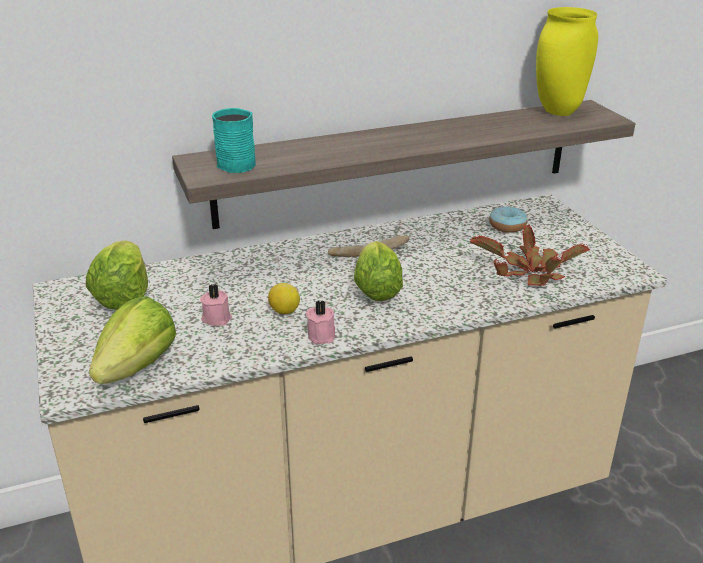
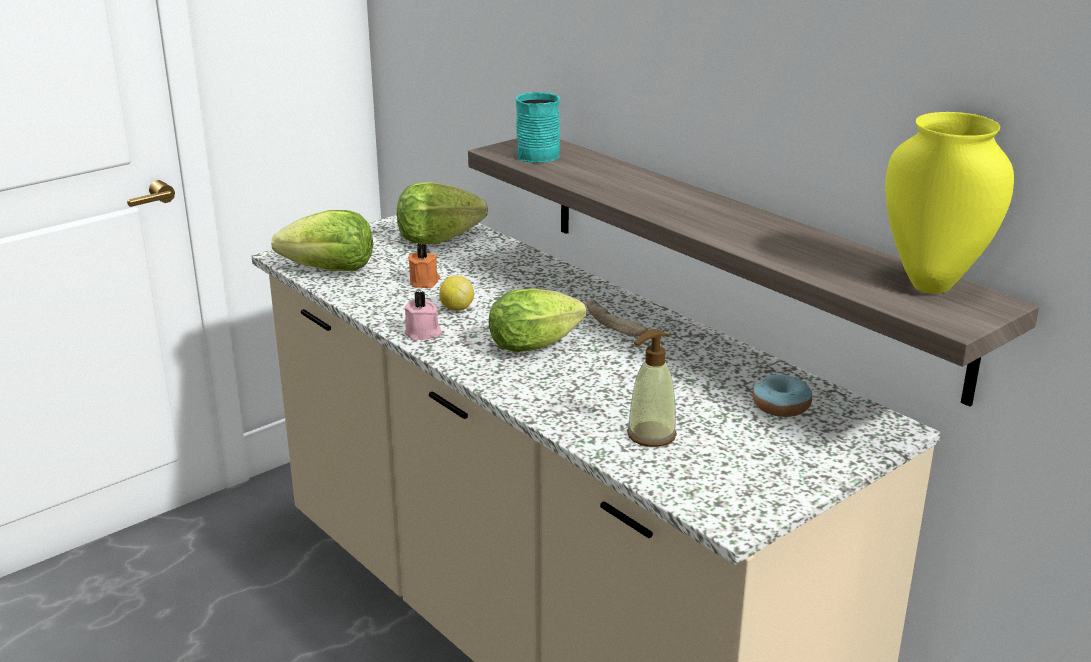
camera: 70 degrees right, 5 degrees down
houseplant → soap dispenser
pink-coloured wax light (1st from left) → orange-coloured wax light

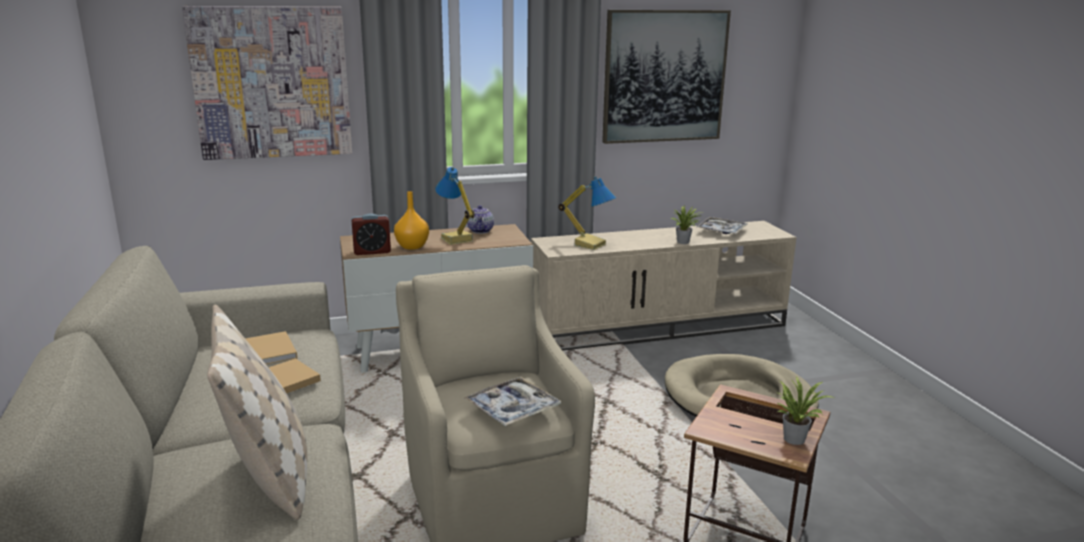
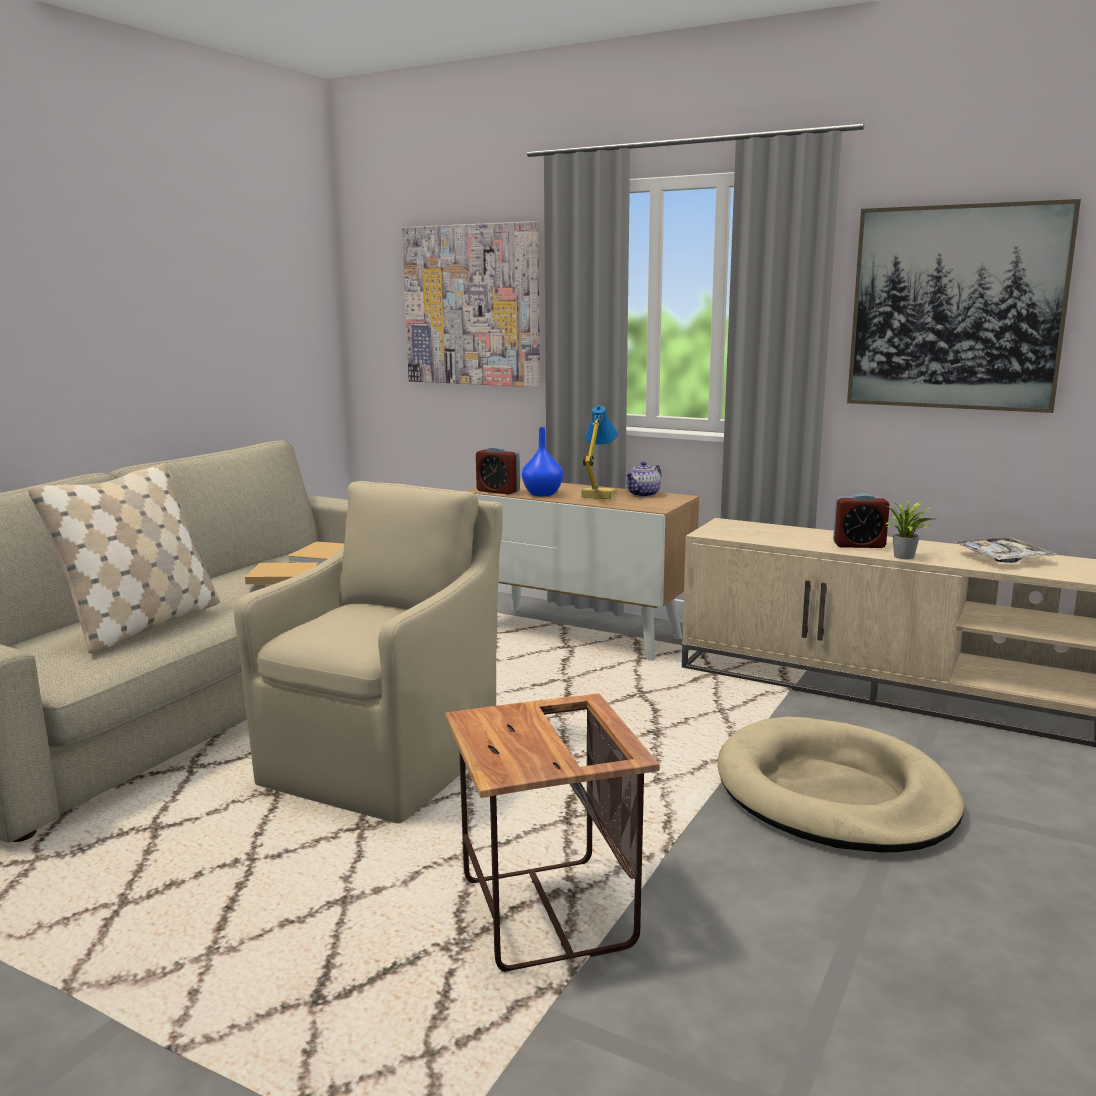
camera: 45 degrees right, 5 degrees down
tabletop lamp (2nd from left) → -
orange-coloured flower vase → blue flower vase
carrying tray (1st from left) → -
houseplant (2nd from left) → -
- → bedside clock (2nd from left)

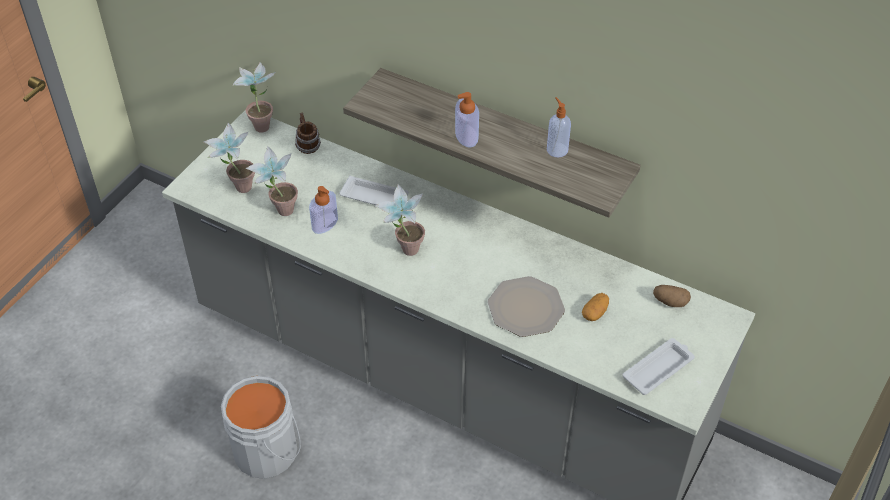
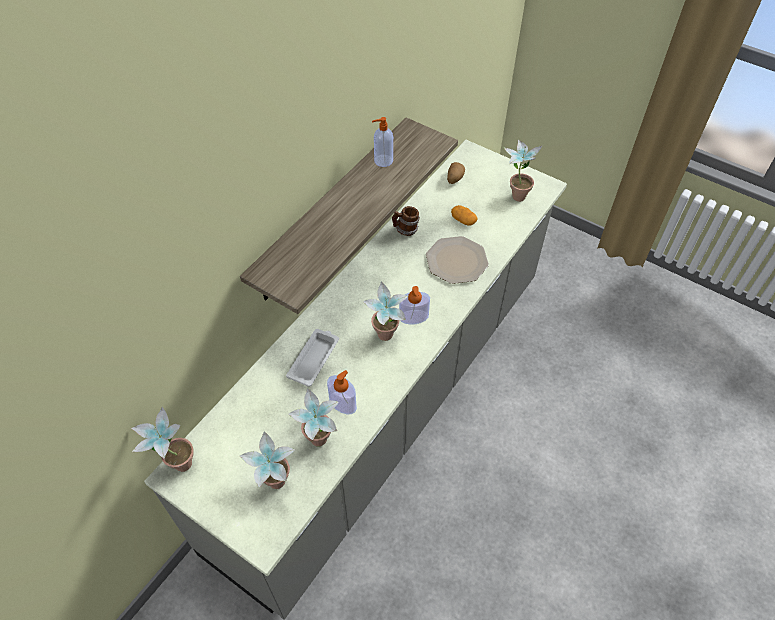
camera: 85 degrees left, 5 degrees up
soap dispenser (2nd from left in the first image) → soap dispenser (3rd from left), moved
coffee mug, moved
whitish carrying tray (2nd from left) → houseplant (5th from left)
grey pail → -

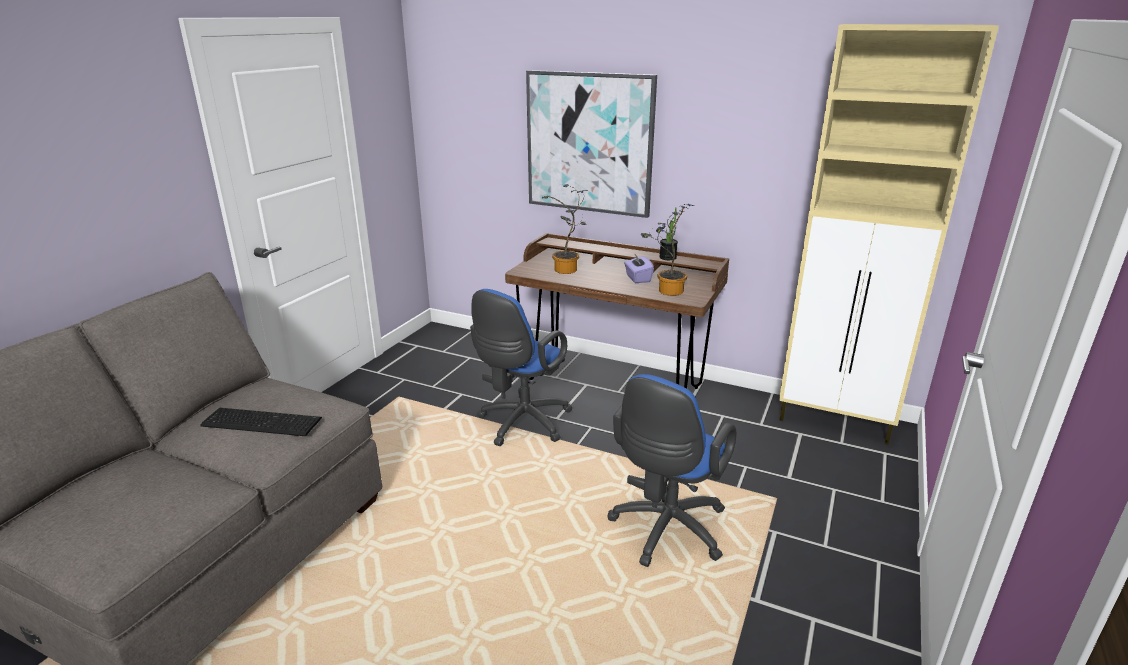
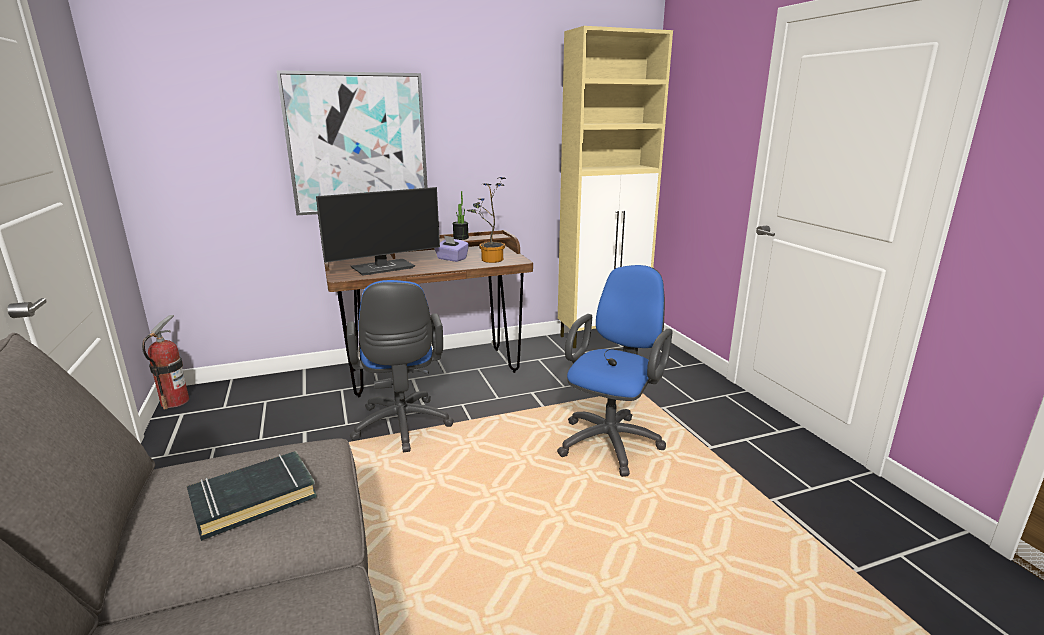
camera: 45 degrees left, 5 degrees down
houseplant (1st from left) → computer screen
blue computer chair (2nd from left), 135 degrees counterclockwise
keyboard → black-coloured volume
- → fire-fighting cylinder

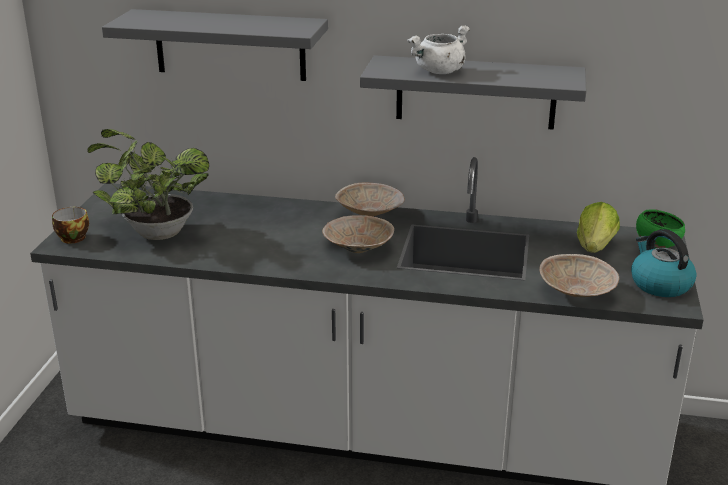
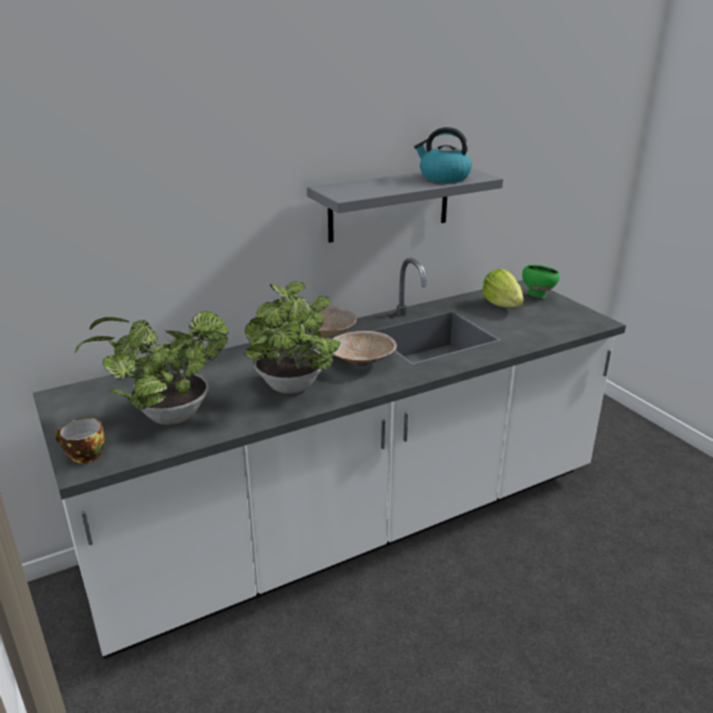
camera: 40 degrees left, 0 degrees up
grey shelf (1st from left) → -
whitish cooking pot → -
tea kettle, moved
beige deep dish (3rd from left) → -
- → houseplant (2nd from left)

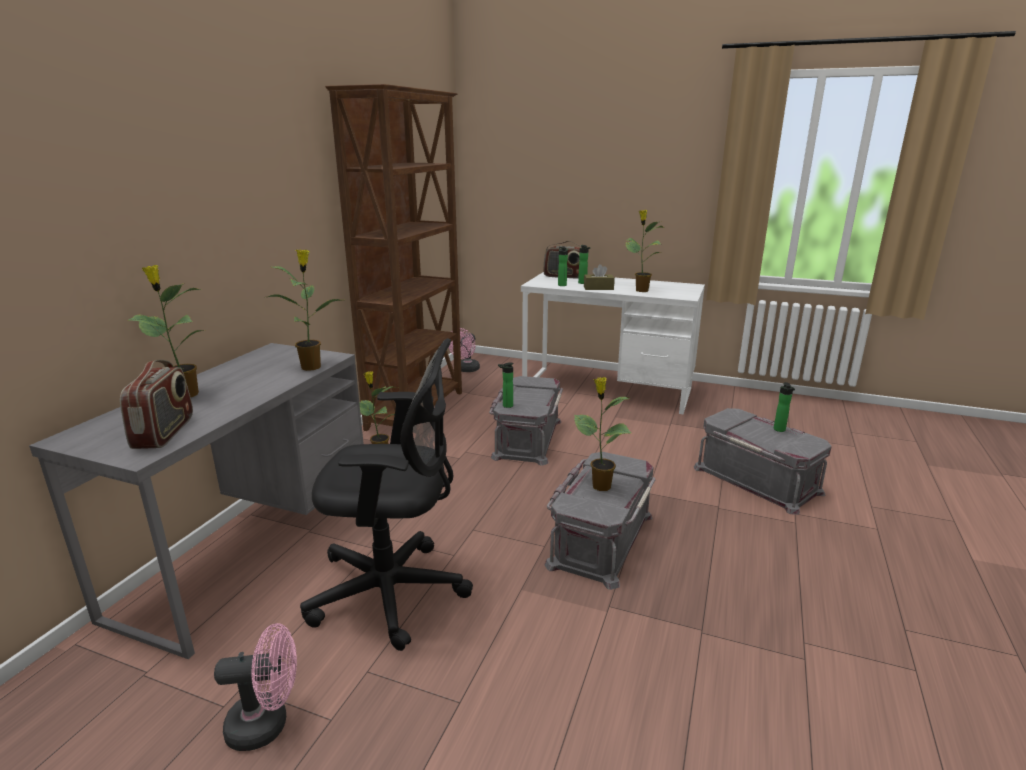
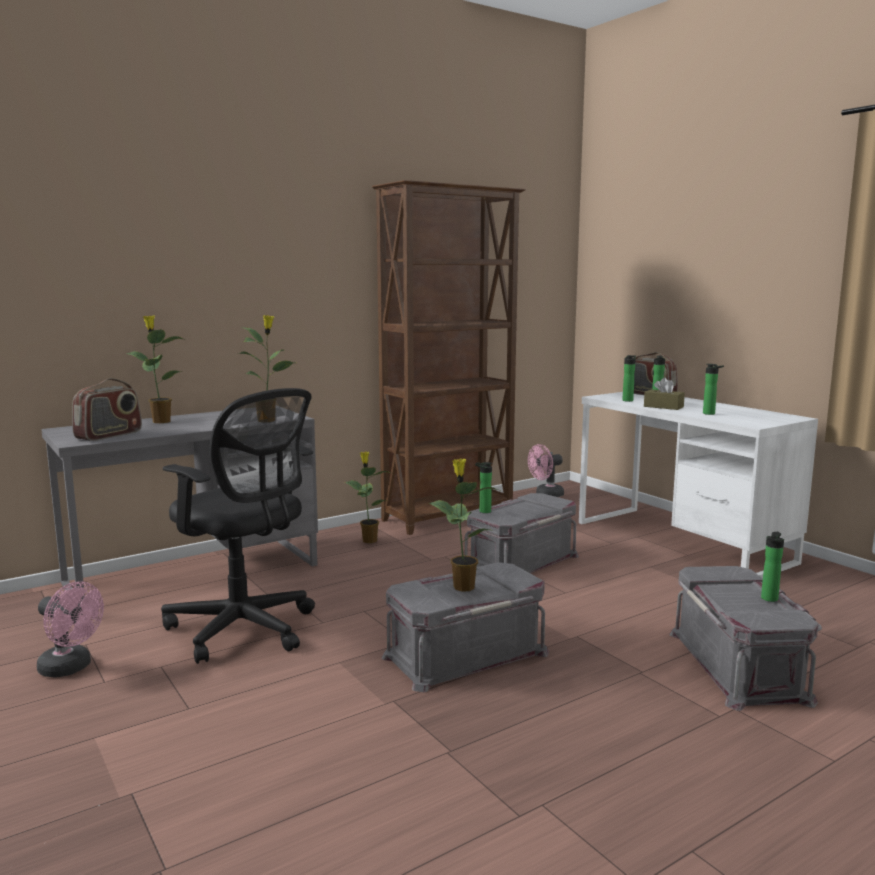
camera: 35 degrees right, 10 degrees down
houseplant (5th from left) → bottle (4th from left)

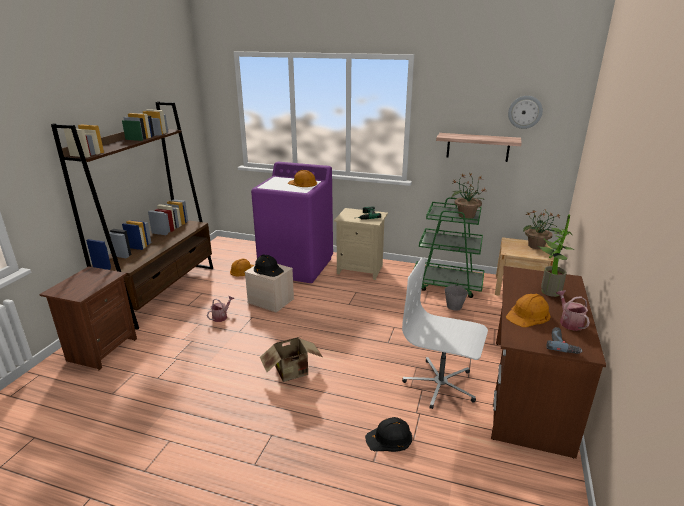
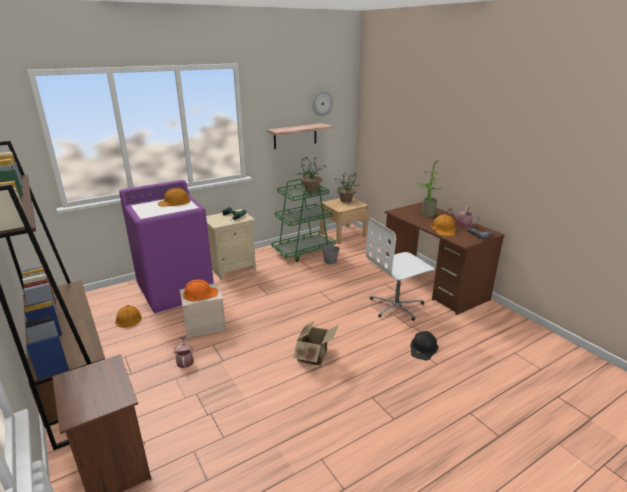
camera: 50 degrees left, 0 degrees up
black-coloured hard hat (1st from left) → orange-coloured hard hat (3rd from left)

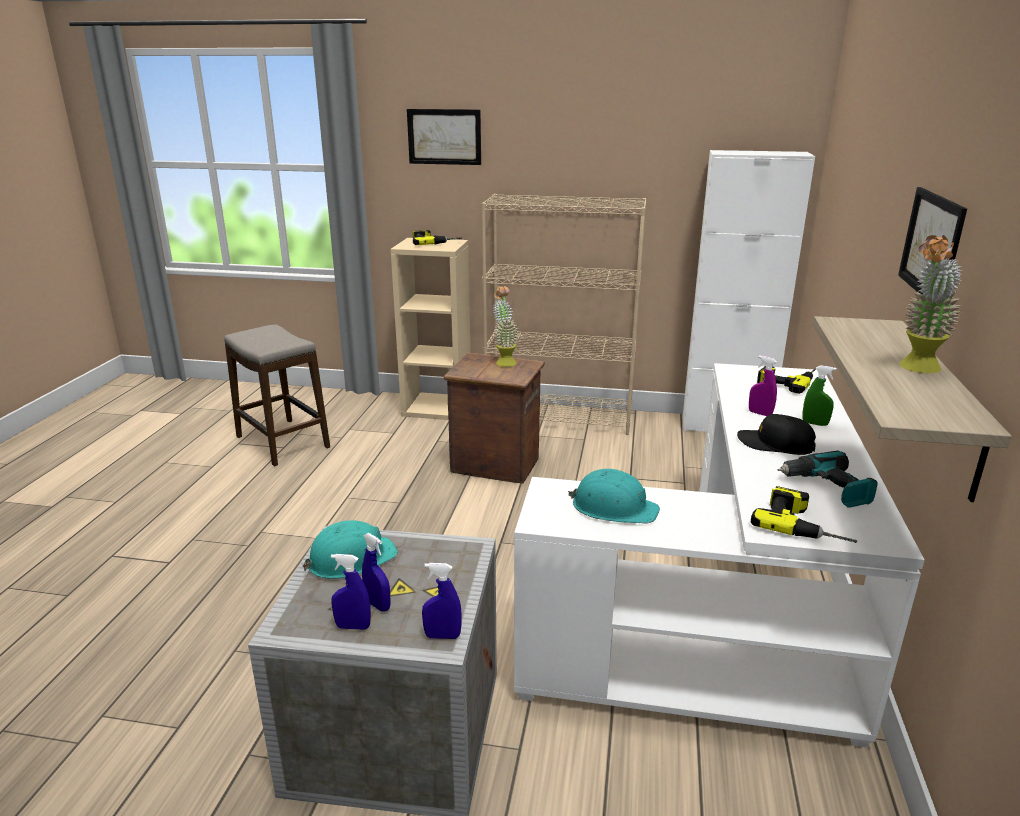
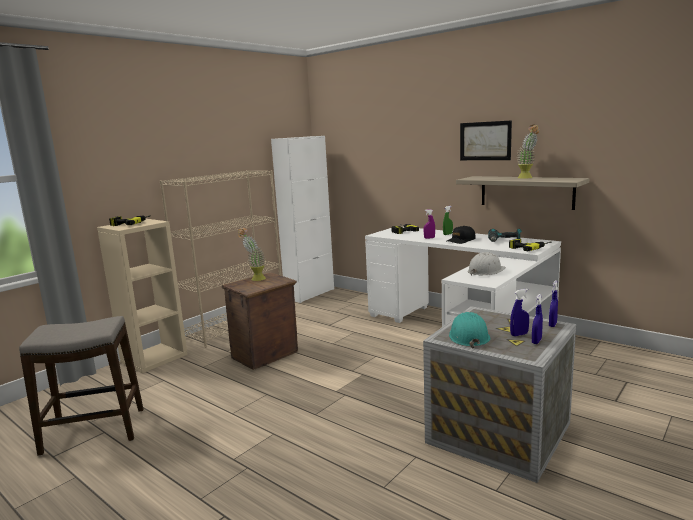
camera: 60 degrees left, 10 degrees down
wall art (1st from left) → -
turquoise hard hat (2nd from left) → whitish hard hat

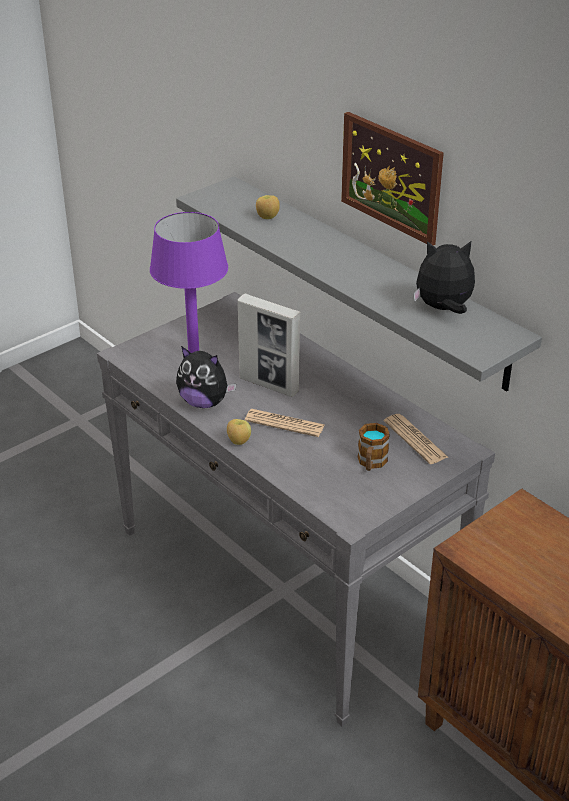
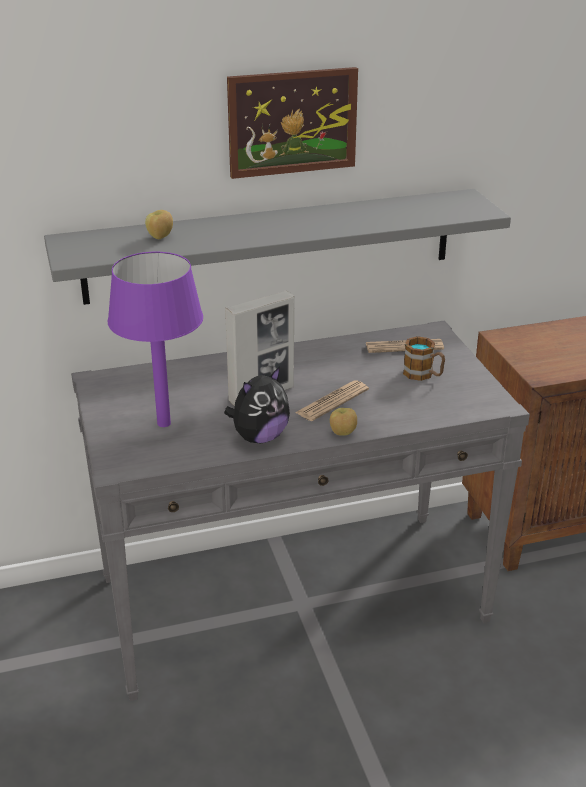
camera: 65 degrees left, 5 degrees down
cuddly toy (2nd from left) → -

